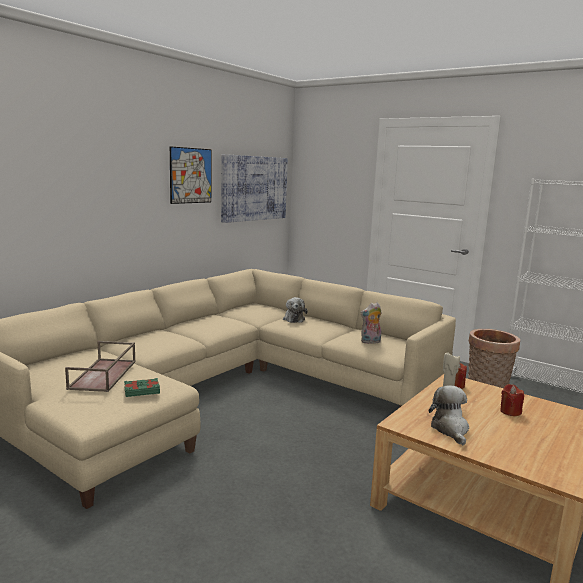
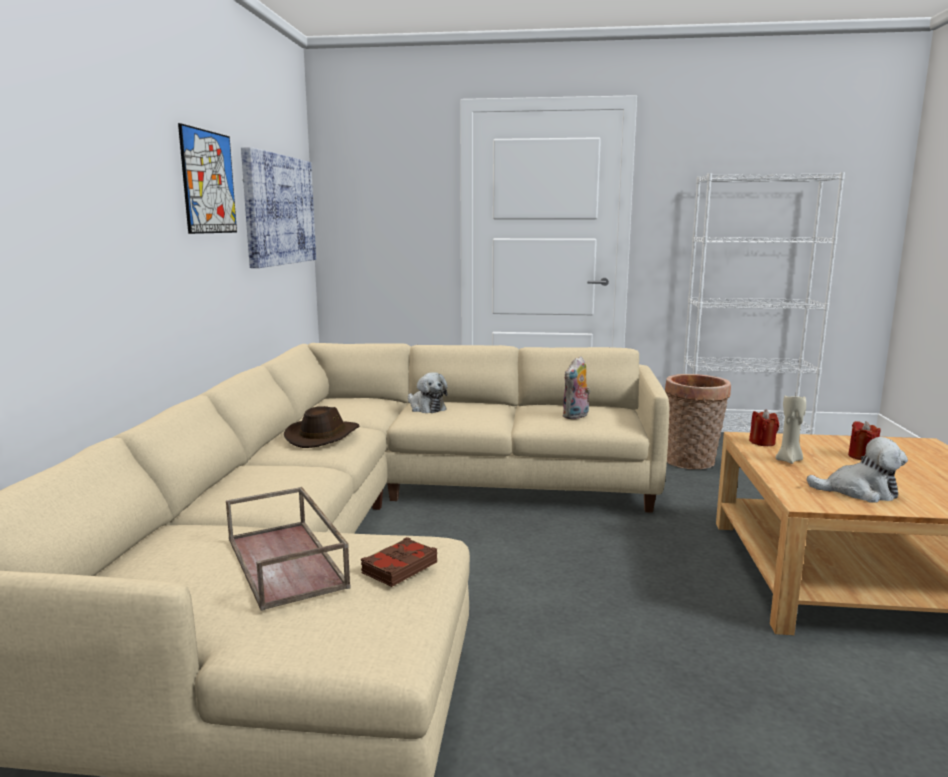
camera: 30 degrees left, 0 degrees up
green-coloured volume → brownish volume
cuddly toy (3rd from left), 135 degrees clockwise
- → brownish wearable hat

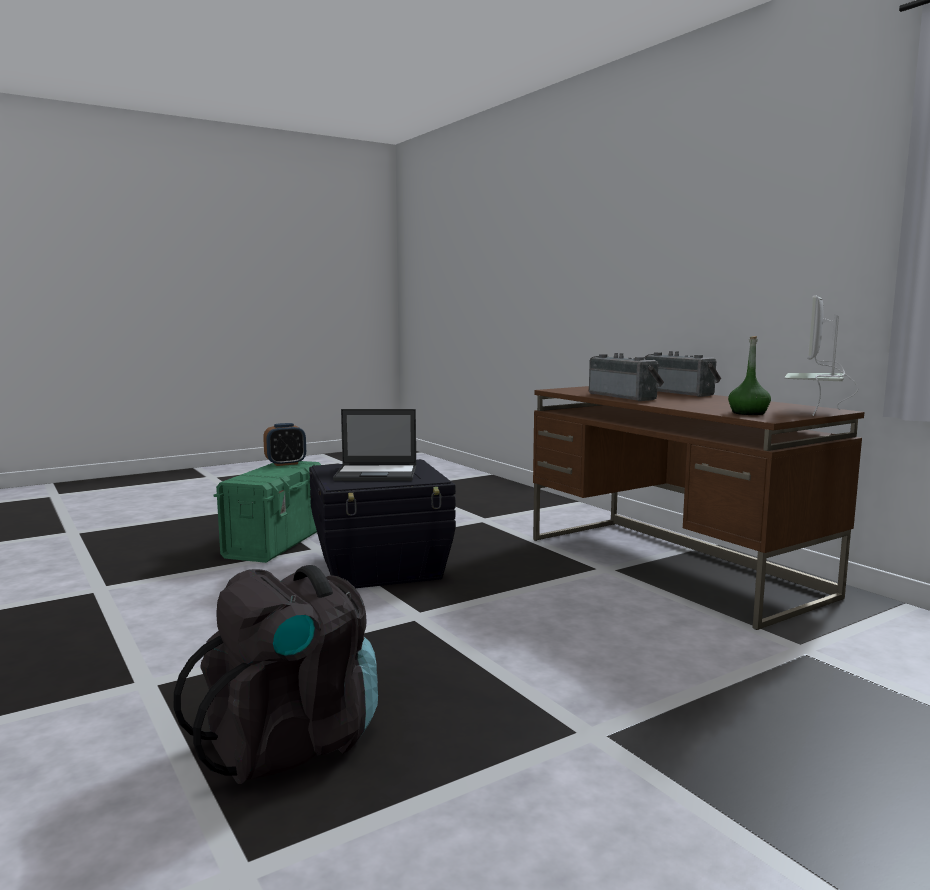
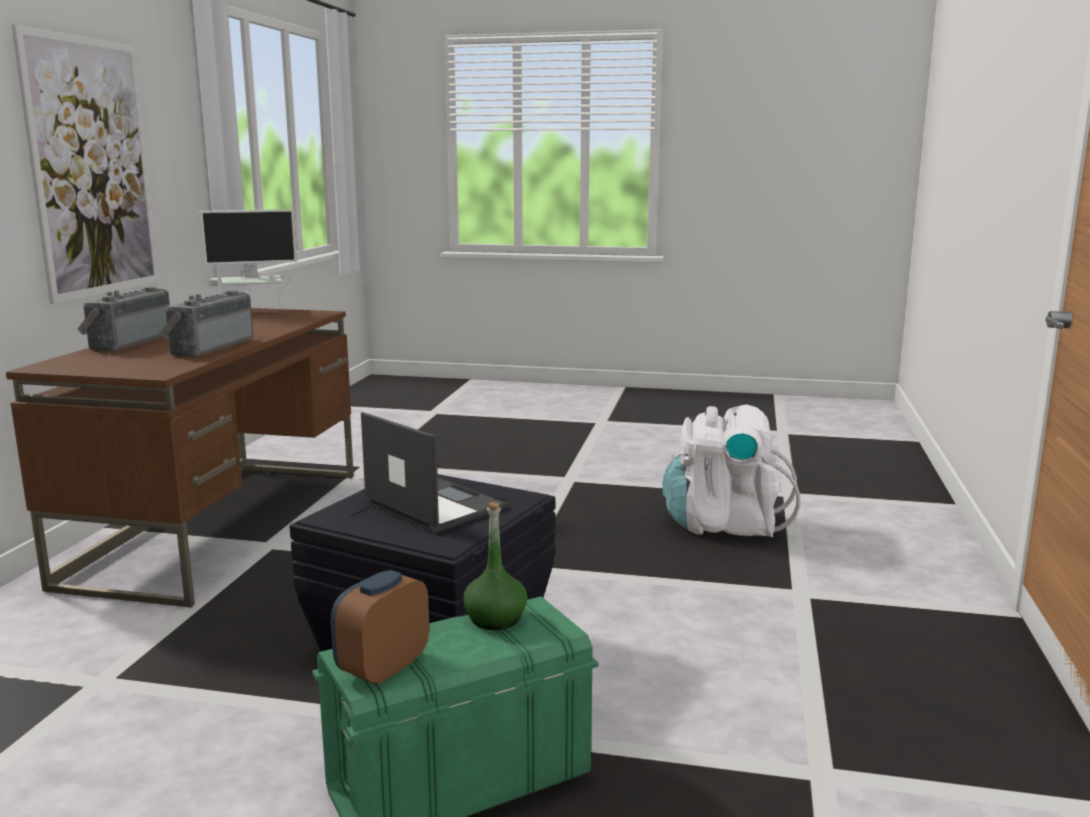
camera: 135 degrees left, 5 degrees up
green-coloured bottle, moved
bedside clock, 75 degrees counterclockwise
black-coloured rucksack → whitish rucksack
- → wall art

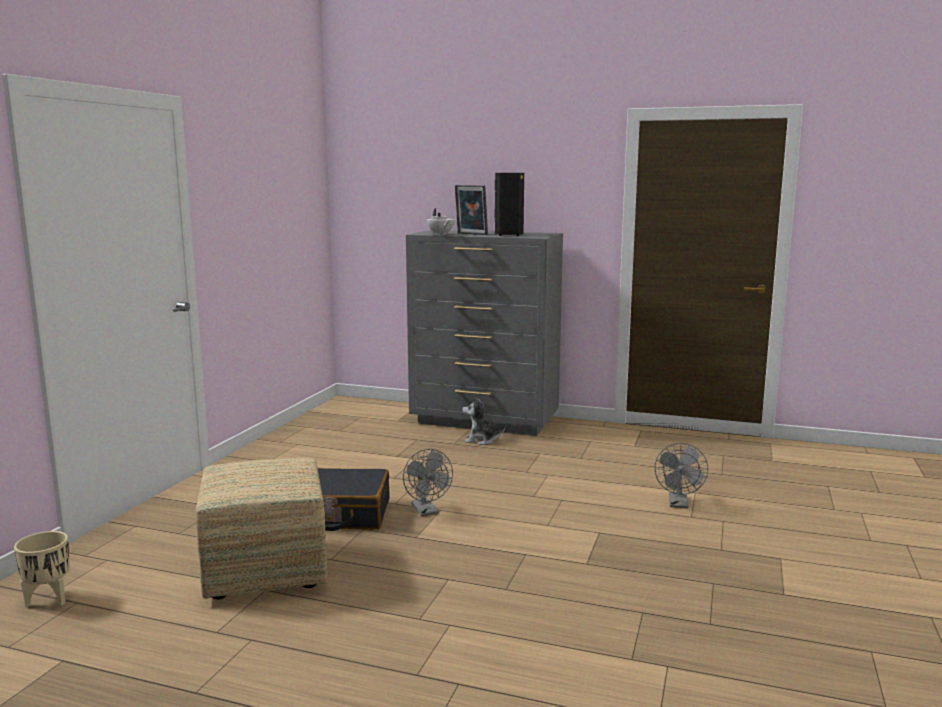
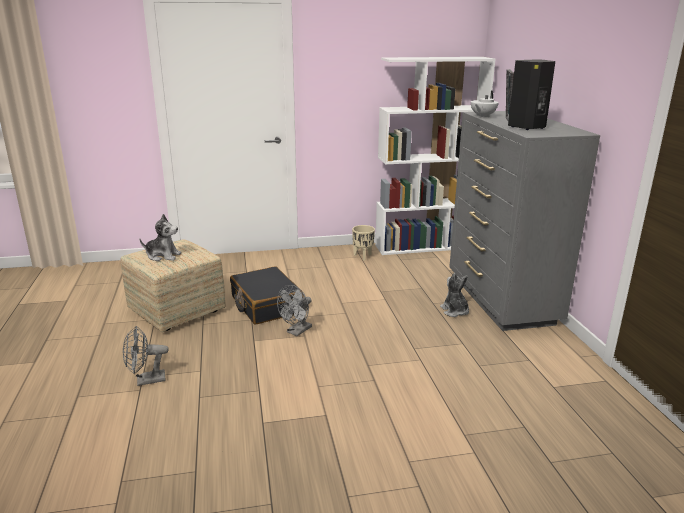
camera: 60 degrees right, 10 degrees up
grey electric fan (2nd from left in the first image) → grey electric fan (1st from left), moved
beige plant pot, moved
- → whitish bookcase
- → cuddly toy (1st from left)

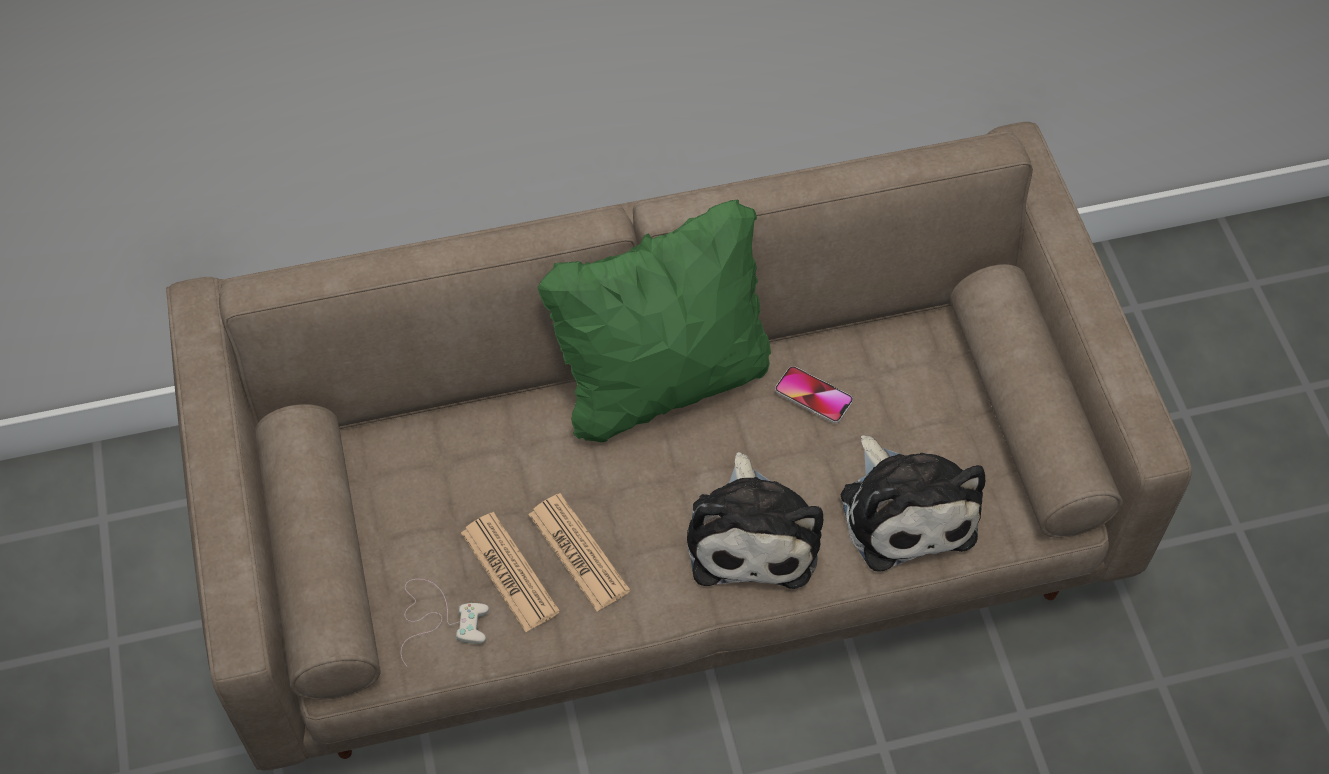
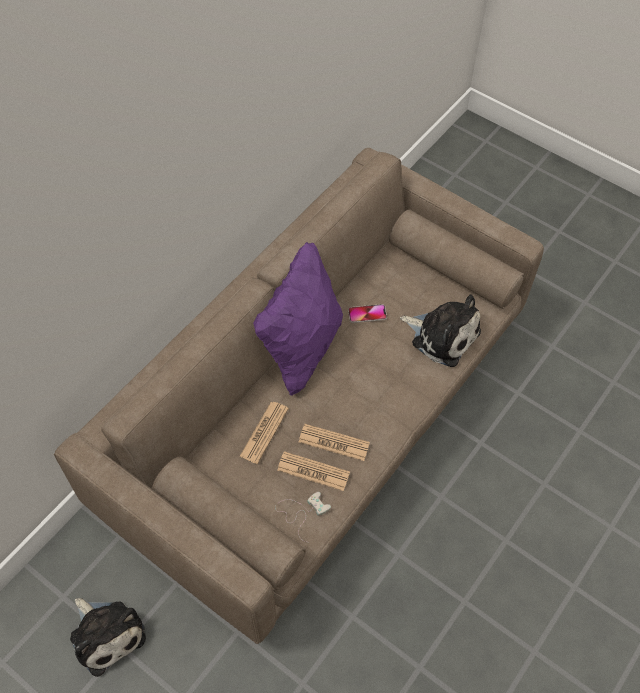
camera: 40 degrees left, 0 degrees up
green-coloured pillow → purple pillow
cuddly toy (1st from left), moved
- → newspaper (1st from left)

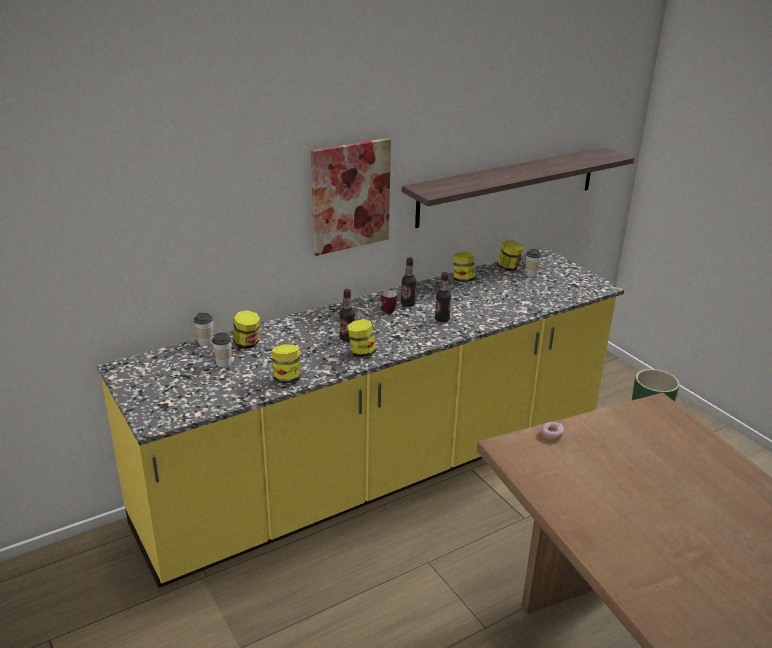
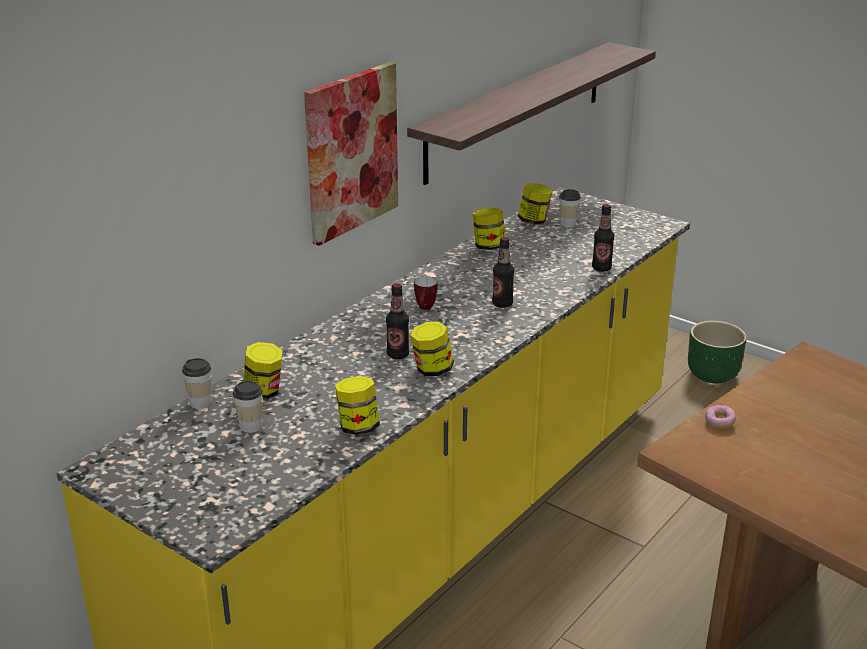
camera: 20 degrees left, 0 degrees up
bottle (2nd from left in the first image) → bottle (3rd from left), moved

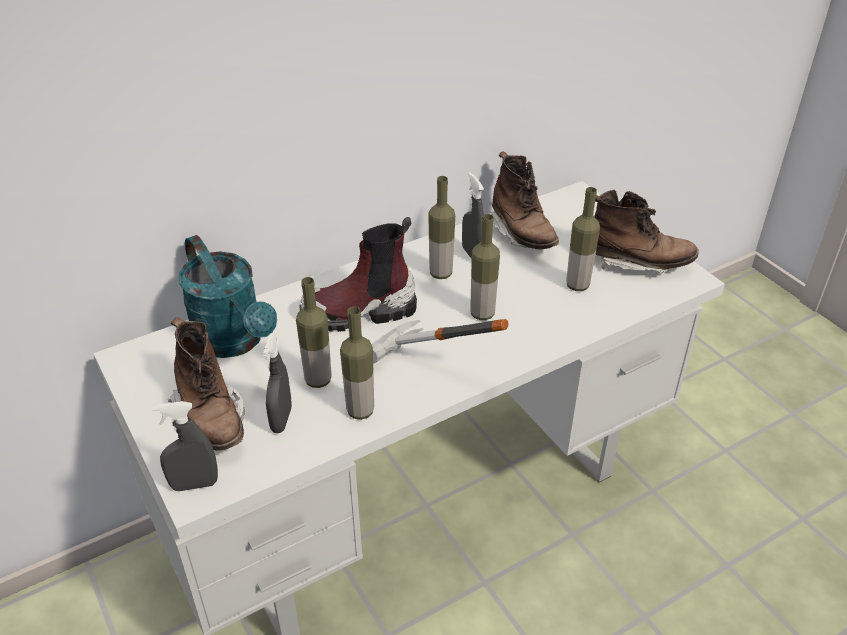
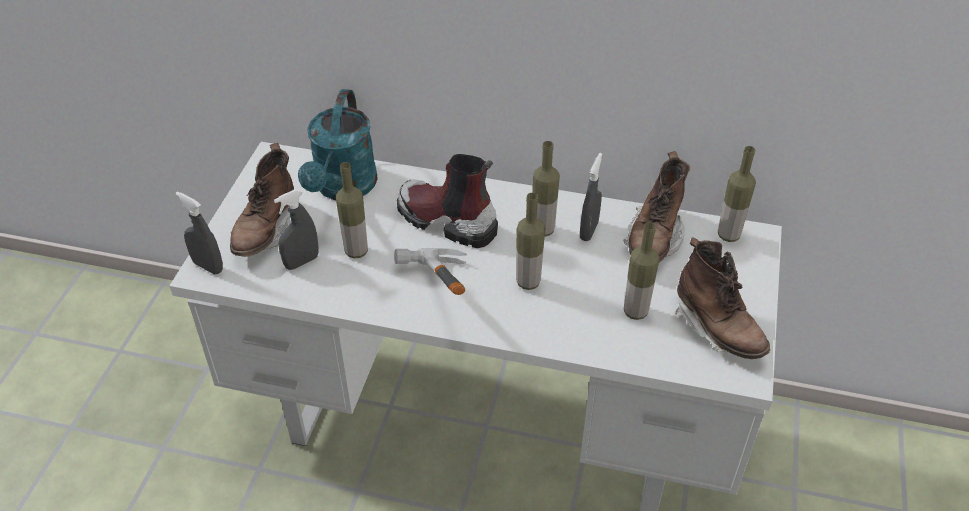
camera: 45 degrees right, 5 degrees up
bottle (2nd from left in the first image) → bottle (5th from left), moved

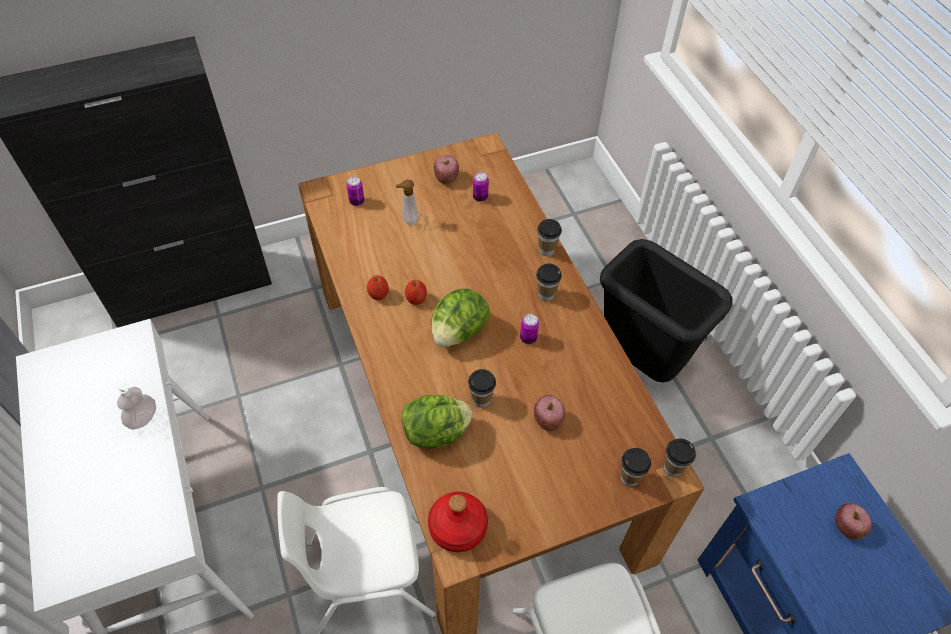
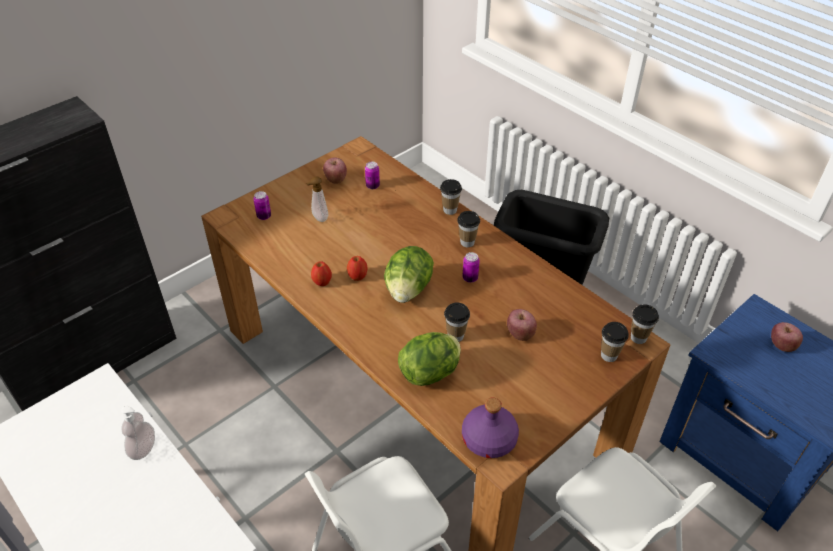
camera: 20 degrees left, 10 degrees down
red-coloured bottle → purple bottle

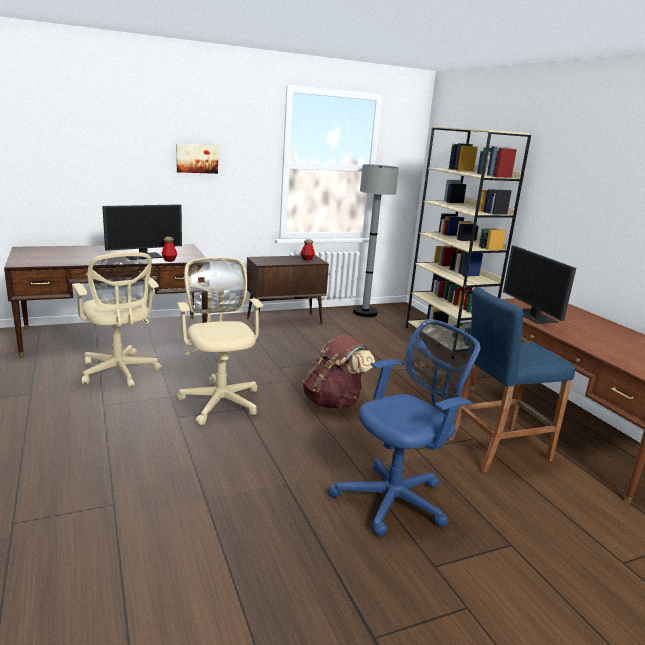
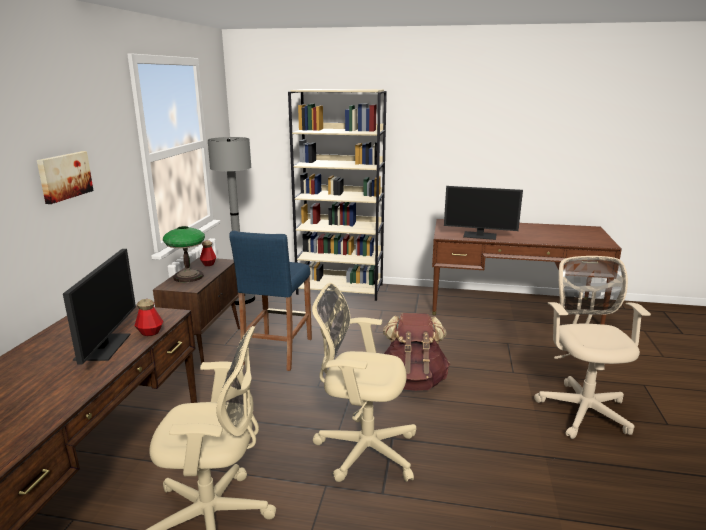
camera: 55 degrees left, 0 degrees up
blue sitting stool, moved
blue computer chair → beige computer chair (3rd from left)
- → tabletop lamp

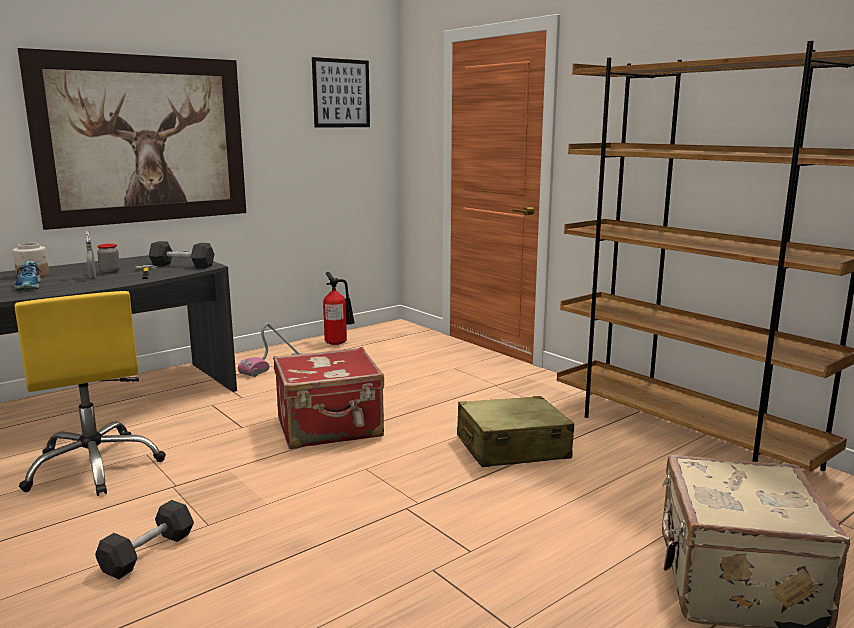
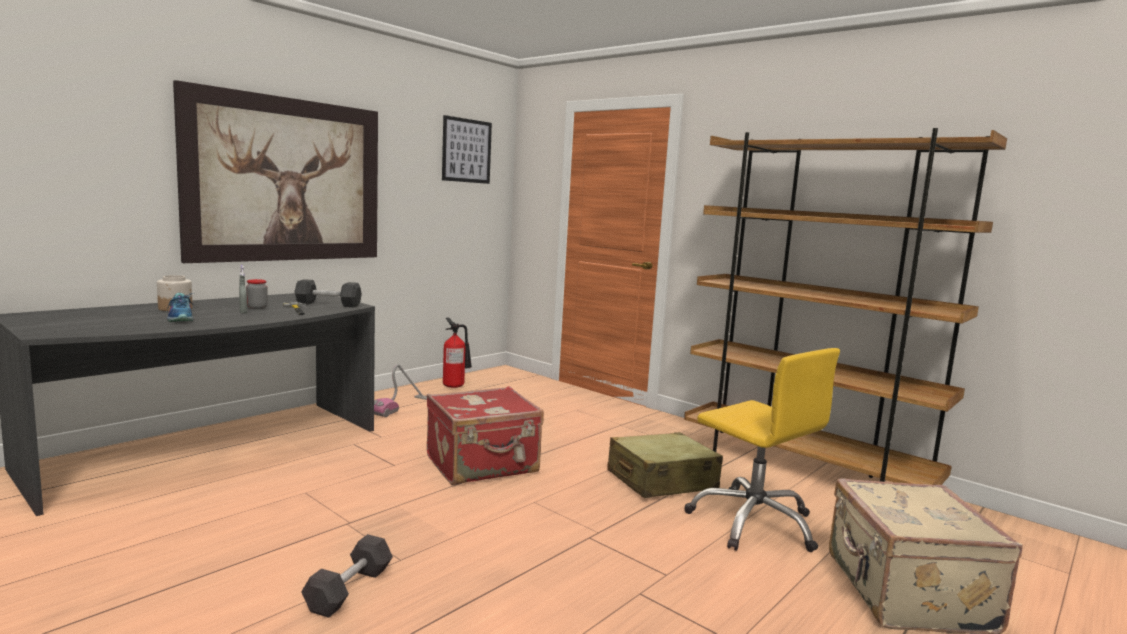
camera: 10 degrees left, 5 degrees down
yellow-coloured computer chair, moved

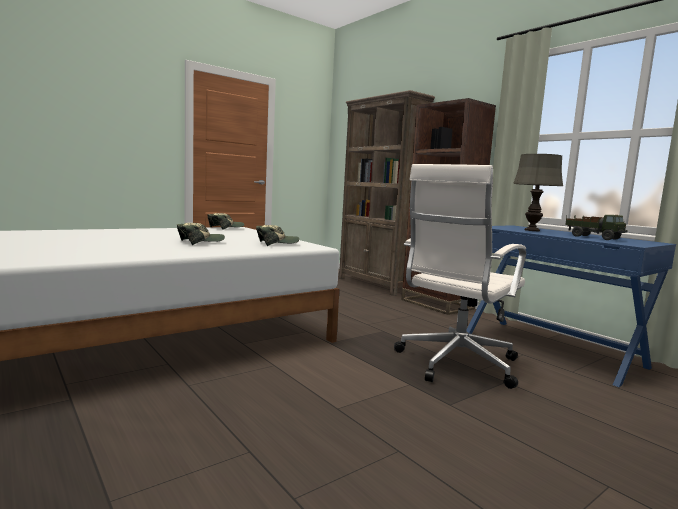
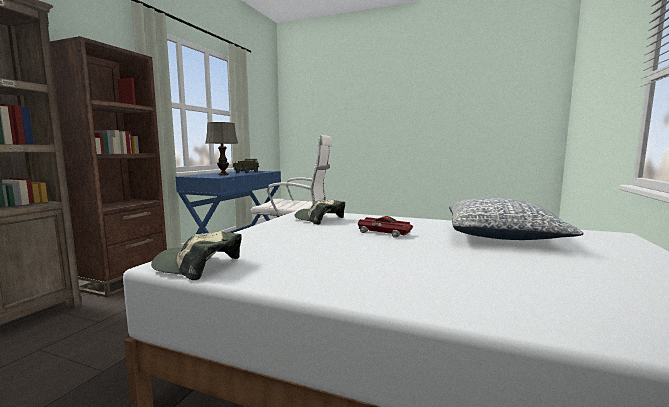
camera: 120 degrees left, 0 degrees up
peaked cap (1st from left) → miniature car
- → pillow

